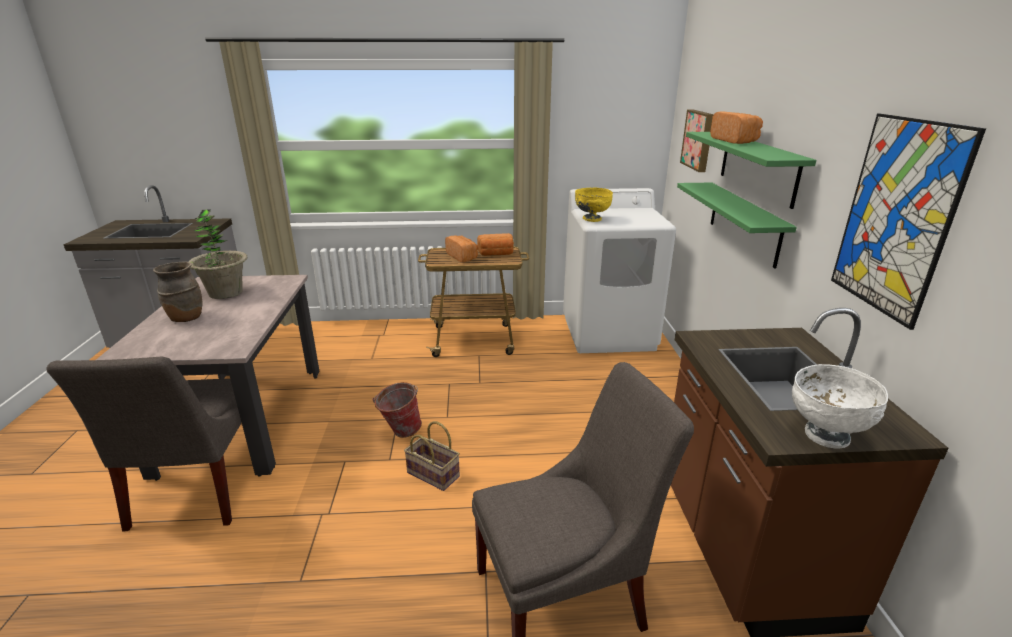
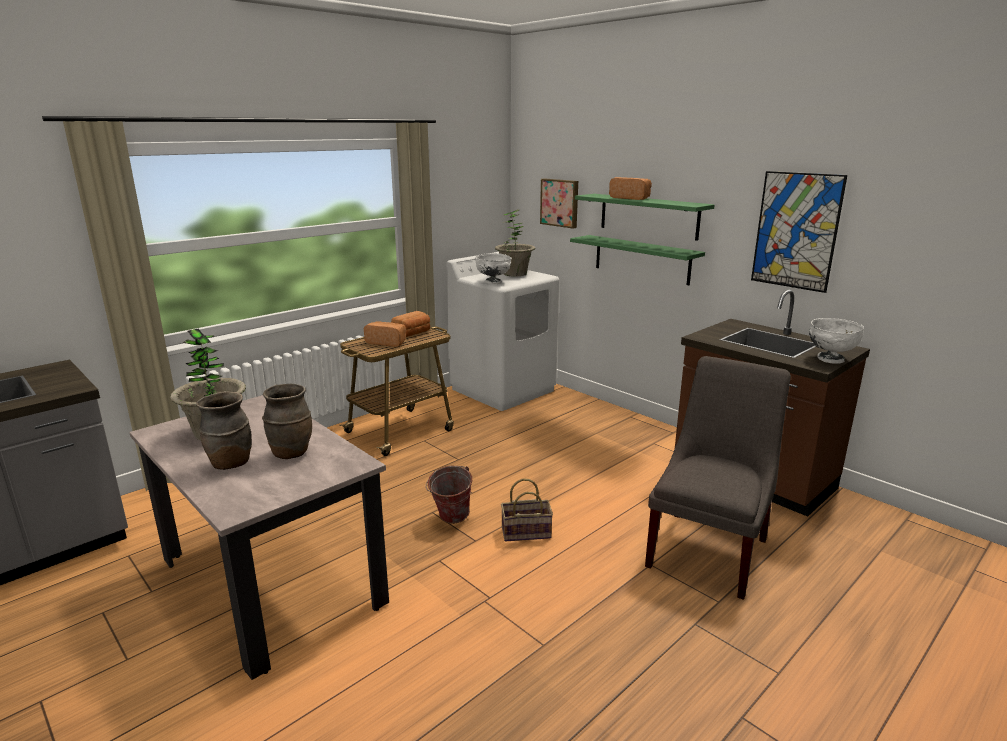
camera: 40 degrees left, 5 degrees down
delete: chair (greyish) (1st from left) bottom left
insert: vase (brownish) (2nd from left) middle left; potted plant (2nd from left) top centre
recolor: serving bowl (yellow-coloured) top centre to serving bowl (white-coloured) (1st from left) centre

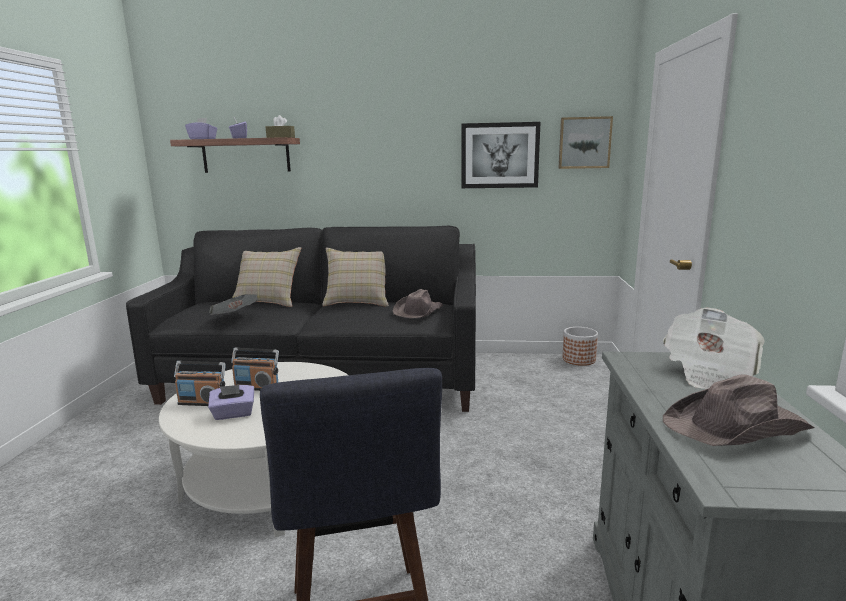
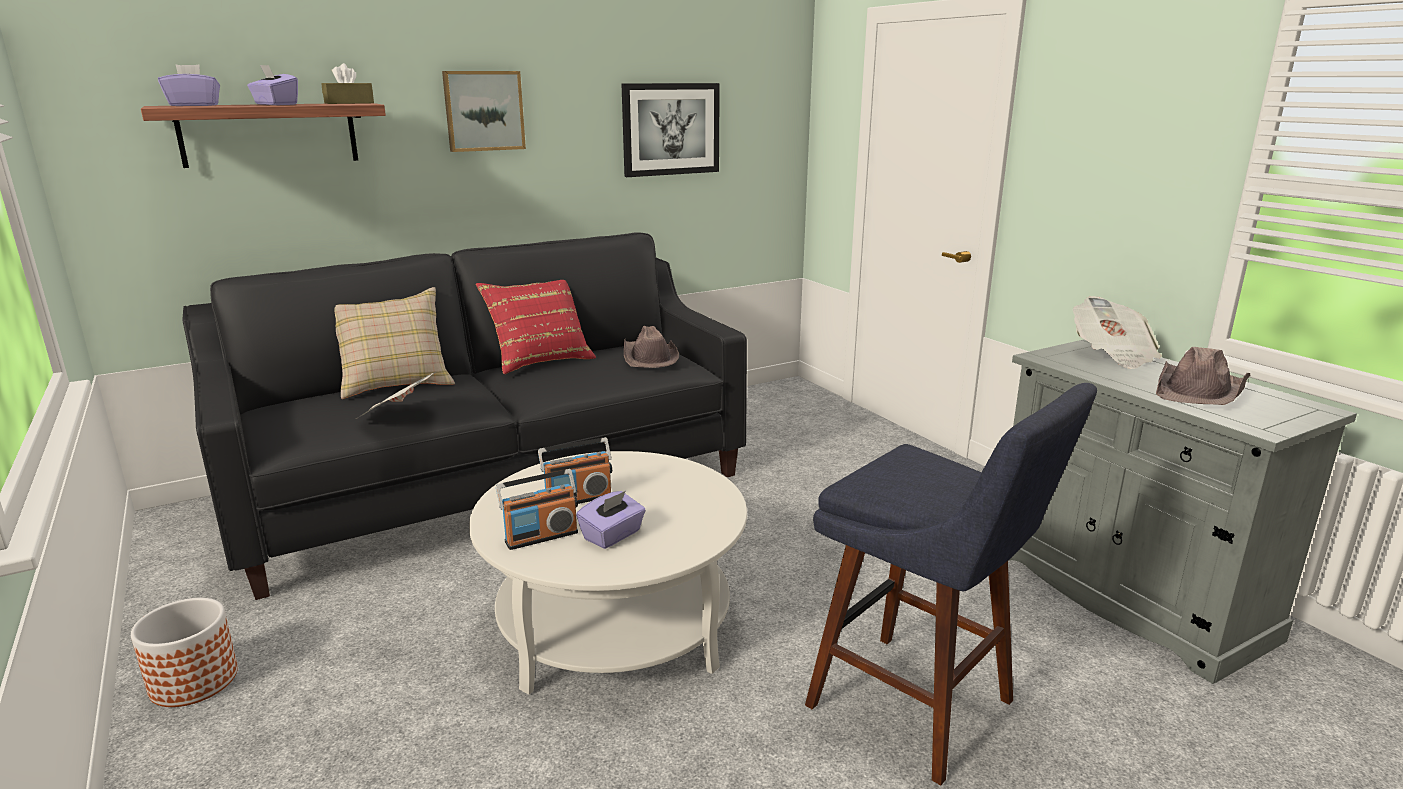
camera: 35 degrees left, 5 degrees up
move: flower pot middle right to bottom left; wall art (2nd from left in the first image) top right to wall art (1st from left) top centre
recolor: pillow (beige) (2nd from left) centre to pillow (red) centre

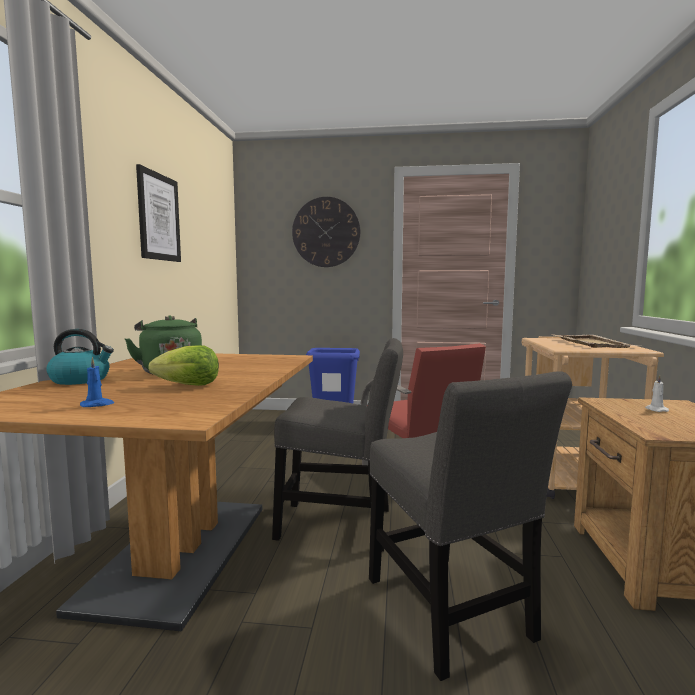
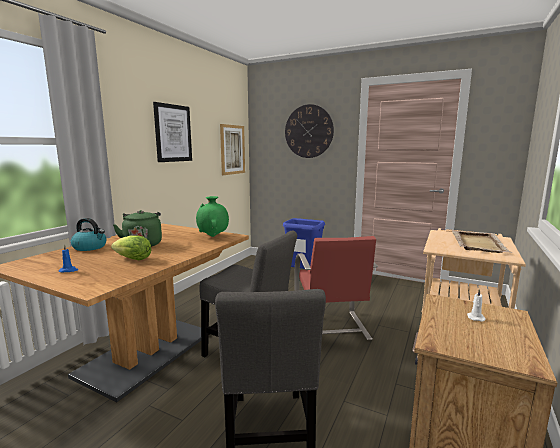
camera: 20 degrees right, 5 degrees up
insert: vase (green-coloured) centre; wall art (2nd from left) top centre

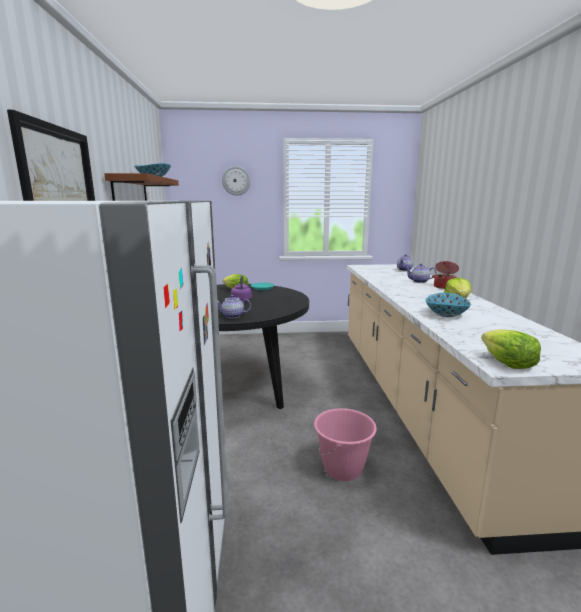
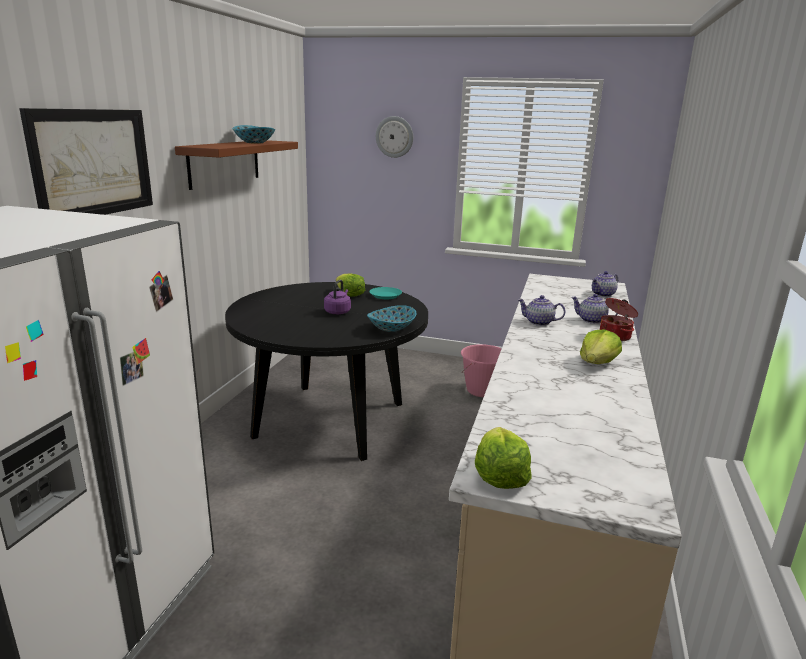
camera: 20 degrees right, 5 degrees up
move: serving bowl (2nd from left) middle right to centre; water bucket (pinkish) bottom centre to centre; tea pot (1st from left) centre to middle right

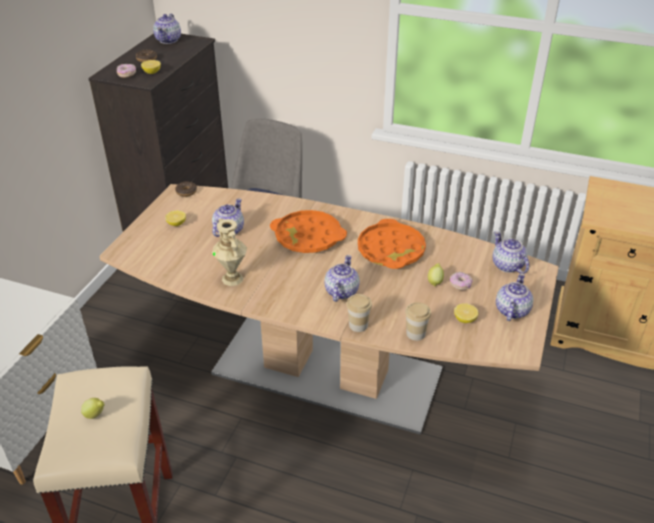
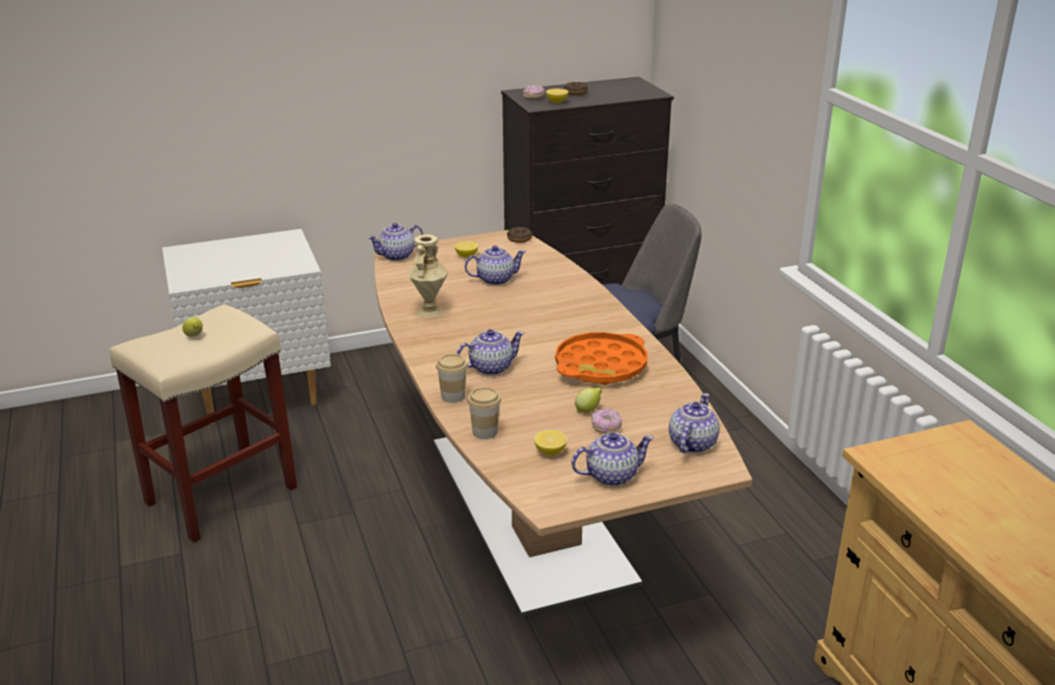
camera: 50 degrees right, 10 degrees down
delete: serving tray (orange) (1st from left) centre
move: tea pot (1st from left) top left to centre

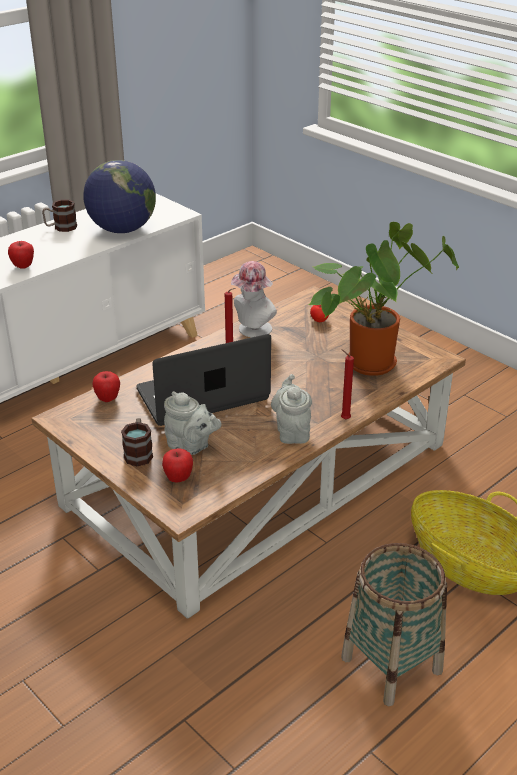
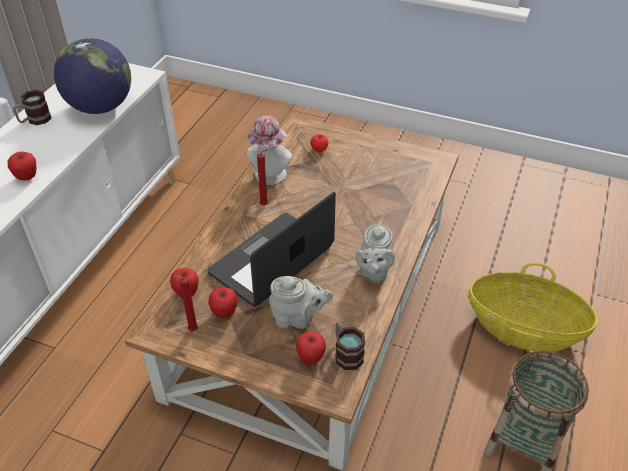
camera: 25 degrees left, 10 degrees up
delete: potted plant middle right
insert: apple (3rd from left) centre
move: wax candle (red) (2nd from left in the first image) middle right to wax candle (red) (1st from left) middle left; coffee mug (2nd from left) middle left to bottom centre
rotate: tea pot (greyish) (2nd from left) centre = centre 135 degrees counterclockwise

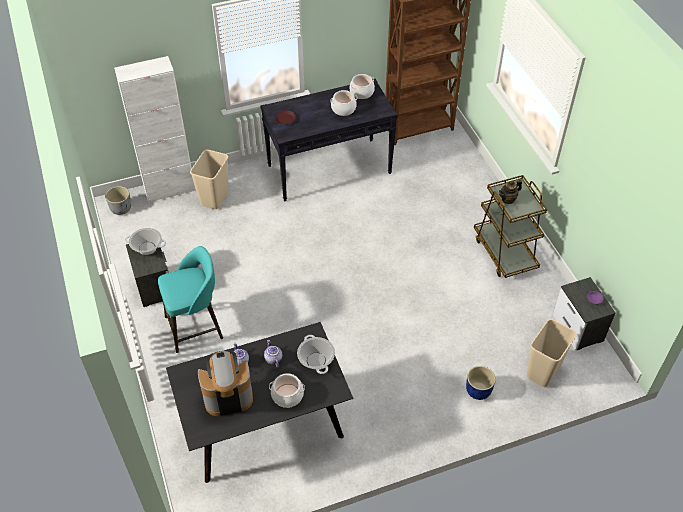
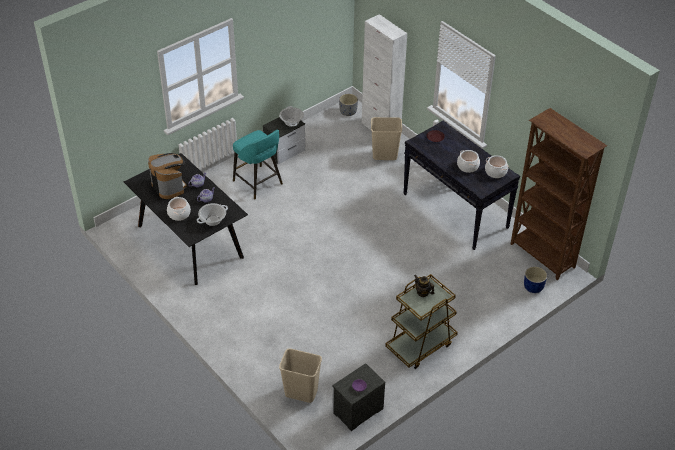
camera: 70 degrees right, 5 degrees down
move: flower pot (blue) bottom right to middle right

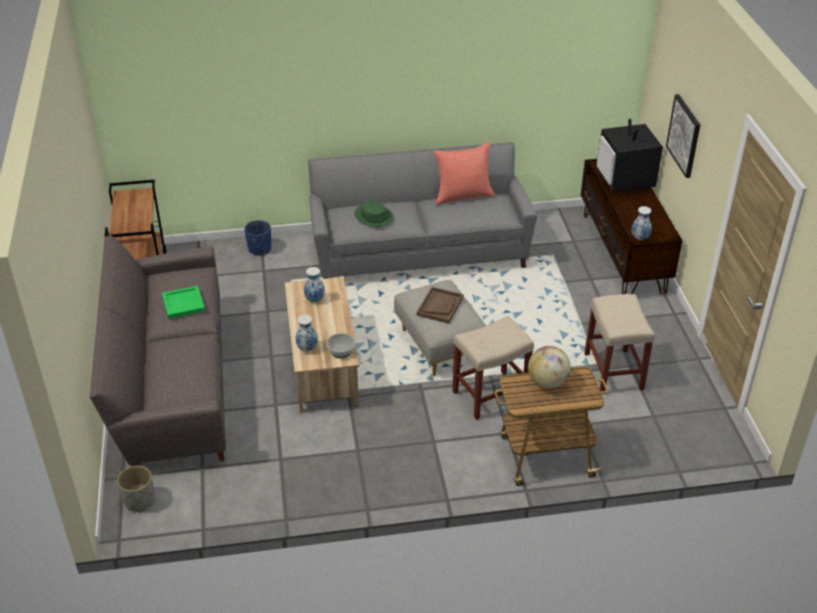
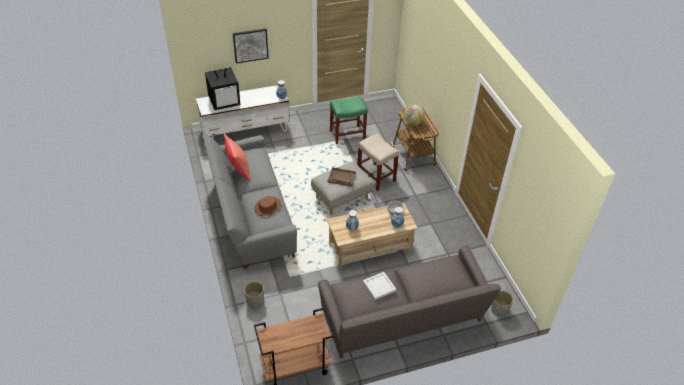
camera: 100 degrees left, 5 degrees up
recolor: media console (brownish) middle right to media console (white-coloured) top centre; flower pot (blue) middle left to flower pot (greyish) (1st from left) bottom centre; hat (green-coloured) centre to hat (brownish) centre; sitting stool (beige) (2nd from left) middle right to sitting stool (green-coloured) top centre; serving tray (green-coloured) middle left to serving tray (white-coloured) bottom centre

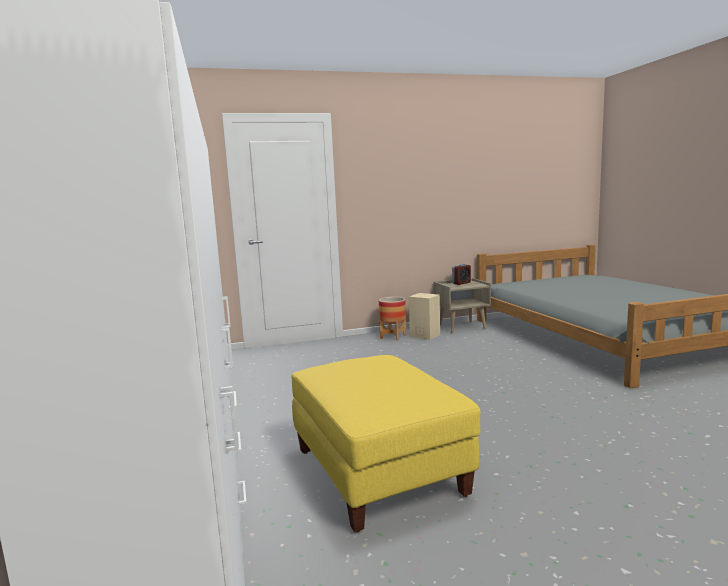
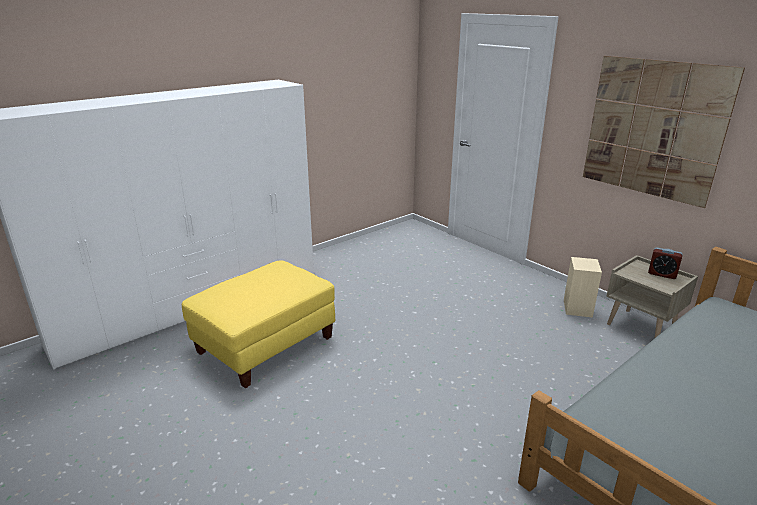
camera: 65 degrees right, 15 degrees up
delete: flower pot centre
insert: wall art top right

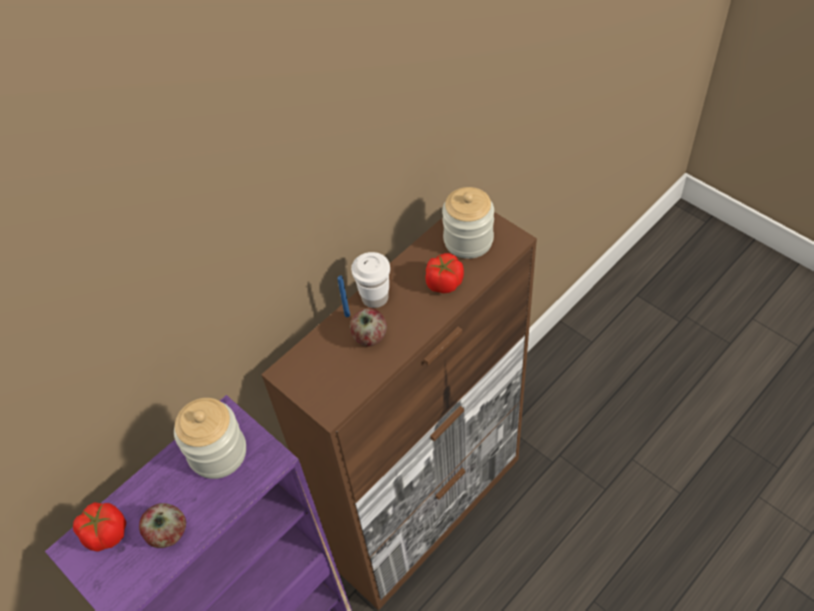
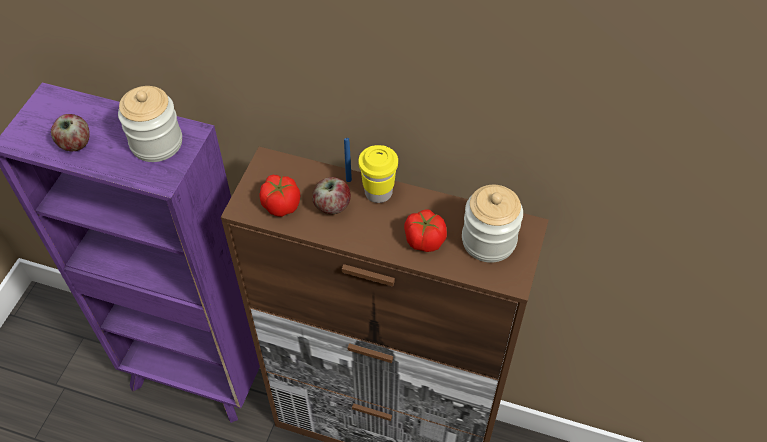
camera: 60 degrees right, 0 degrees up
move: tomato (1st from left) bottom left to centre
recolor: cup (white-coloured) centre to cup (yellow-coloured) centre

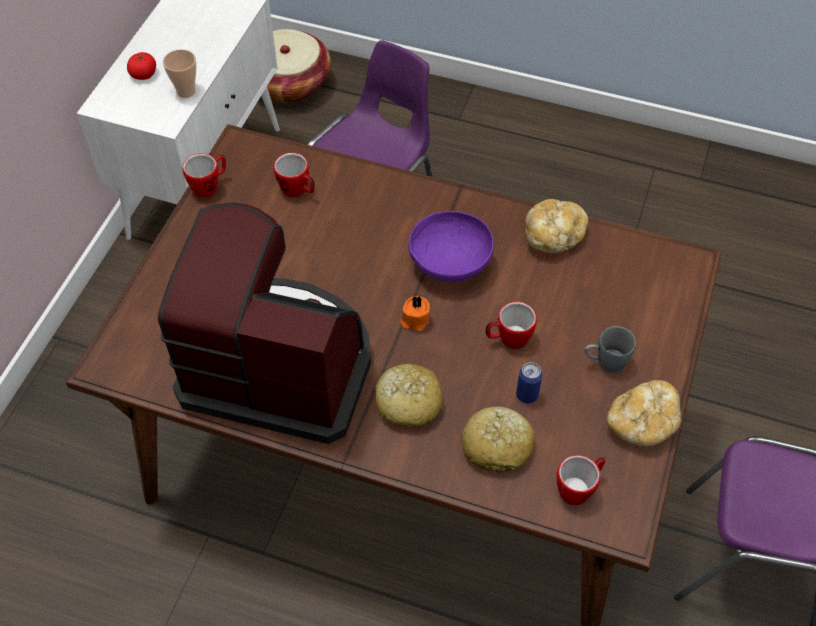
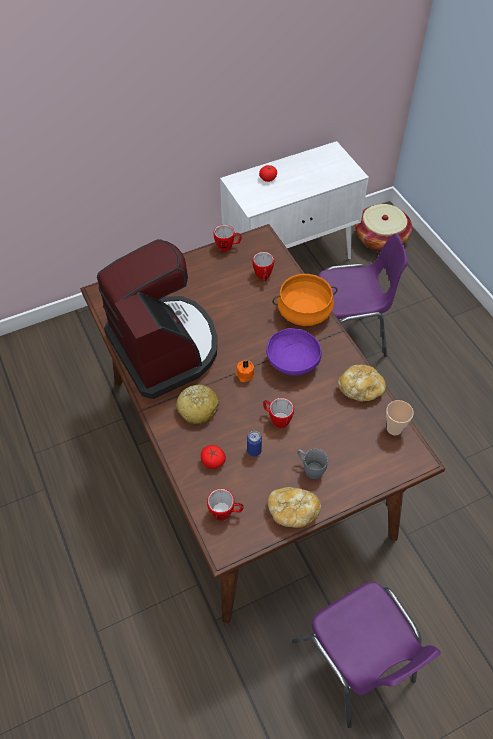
camera: 45 degrees right, 0 degrees up
insert: saucepot (orange) centre
move: cup top left to middle right
replace: baked bread (2nd from left) bottom centre to tomato (1st from left) centre

